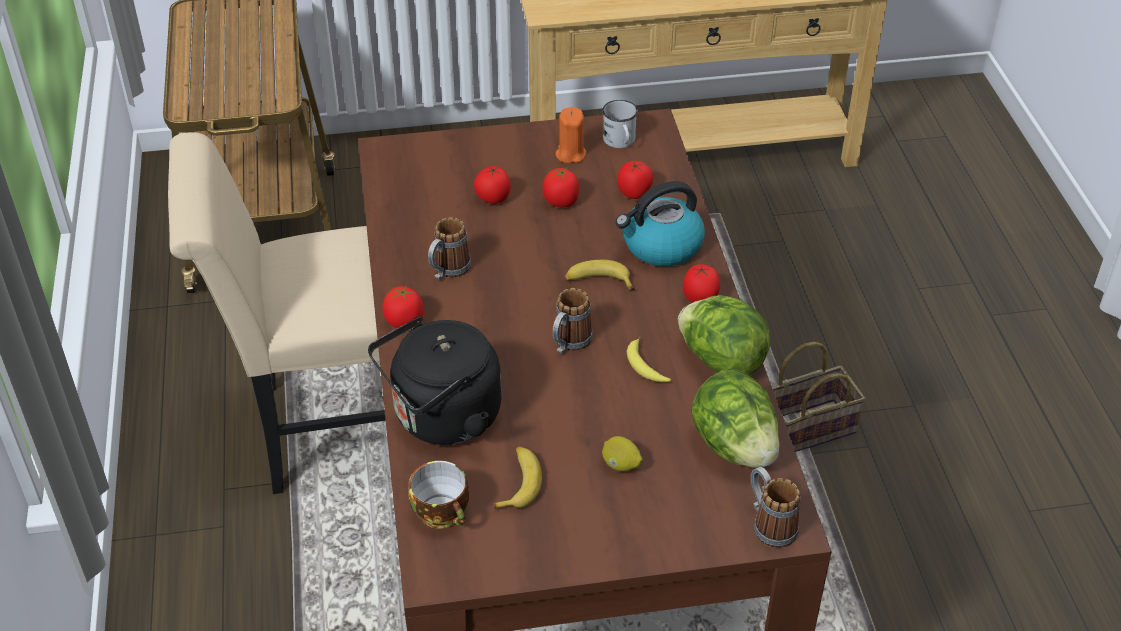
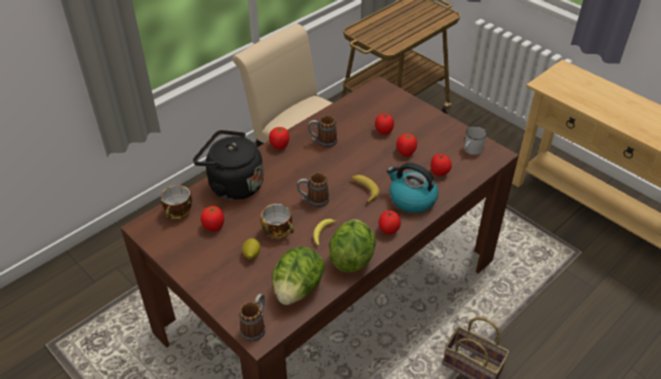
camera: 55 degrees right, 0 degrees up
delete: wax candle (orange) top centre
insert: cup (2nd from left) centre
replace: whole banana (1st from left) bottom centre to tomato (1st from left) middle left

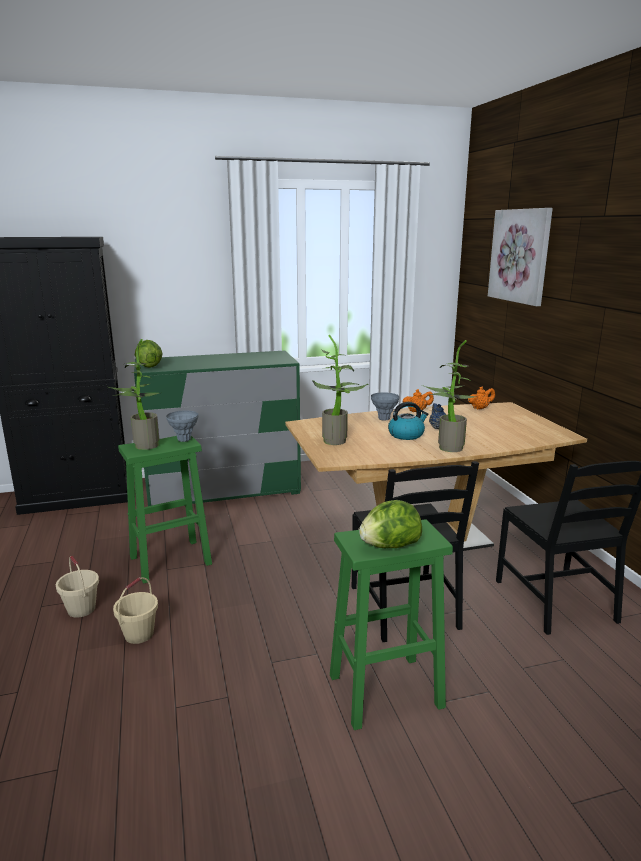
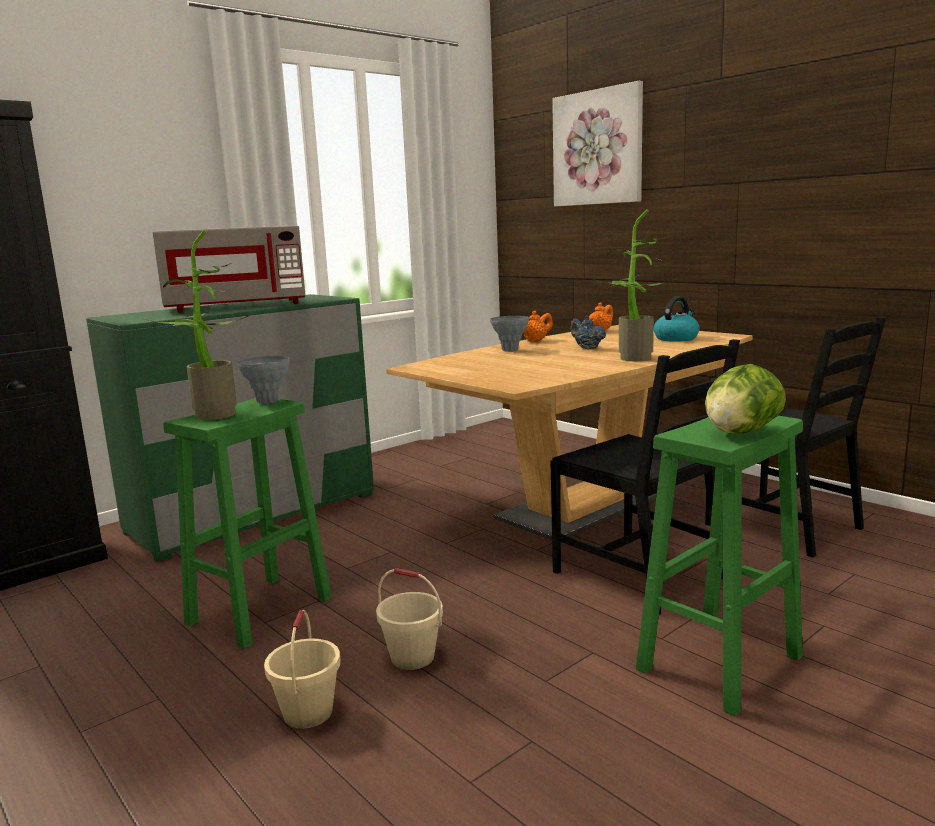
camera: 25 degrees left, 5 degrees down
delete: head of lettuce (1st from left) middle left; potted plant (2nd from left) centre
insert: microwave oven (greyish) top left
move: water bucket (beige) (1st from left in the first image) bottom left to water bucket (beige) (2nd from left) bottom centre; tea kettle centre to middle right

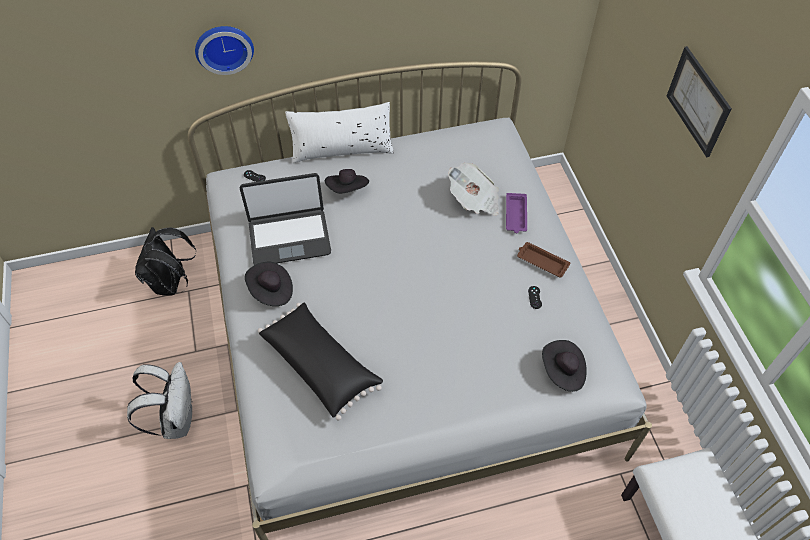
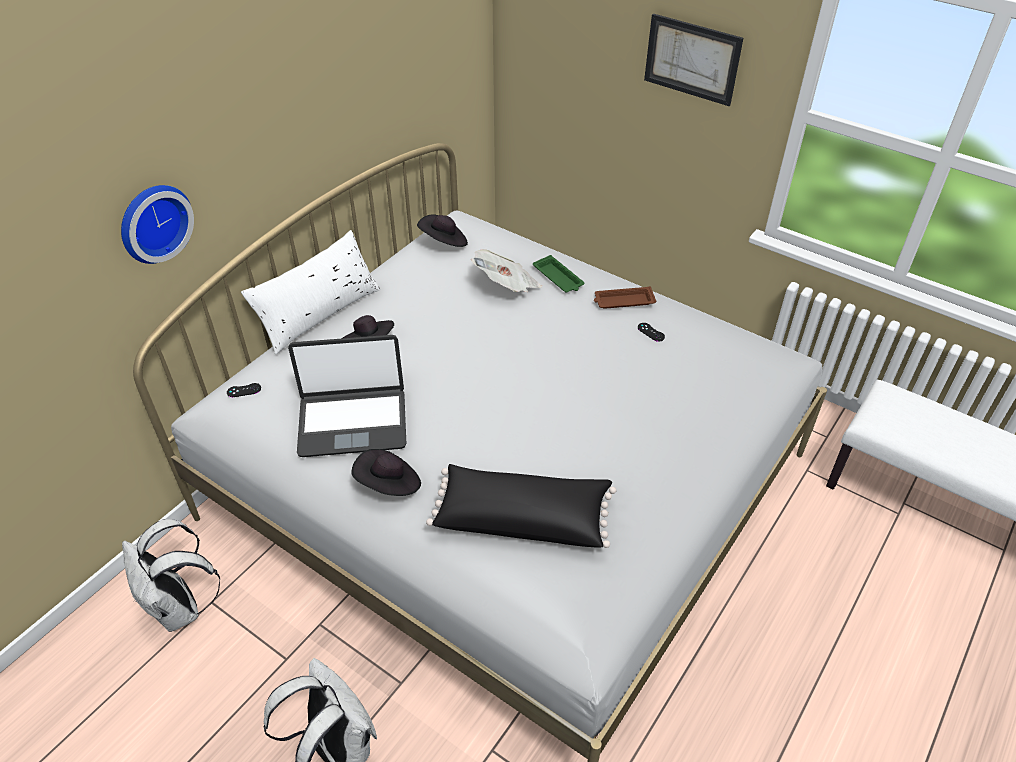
camera: 40 degrees left, 10 degrees down
move: hat (black) (3rd from left) bottom right to top centre
recolor: rucksack (black) middle left to rucksack (white-coloured) (1st from left) bottom left; serving tray (purple) centre to serving tray (green-coloured) centre
rotate: laptop centre = centre 45 degrees clockwise

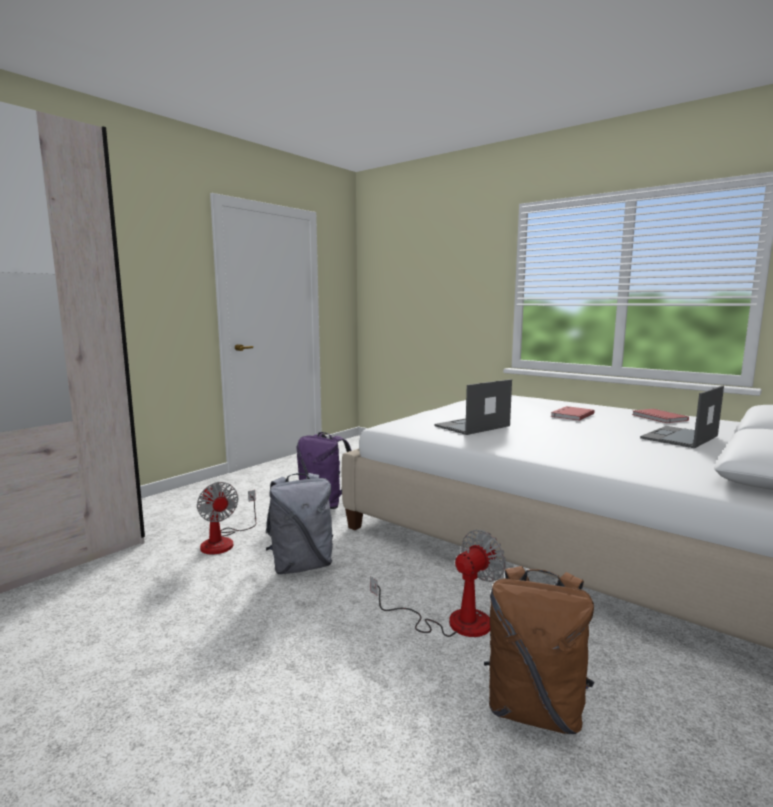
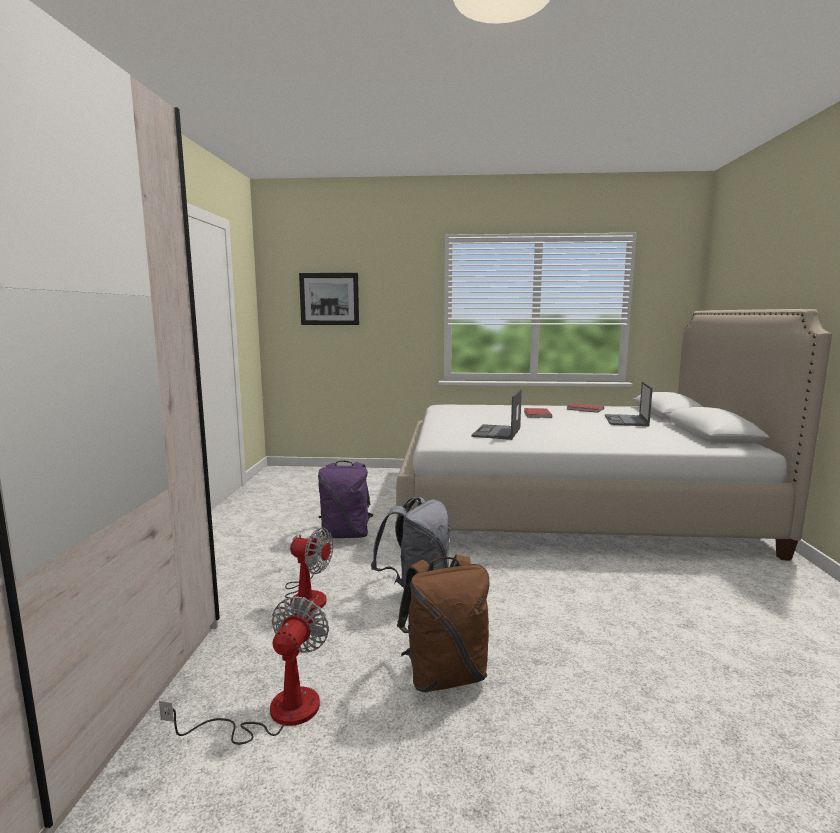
camera: 35 degrees left, 0 degrees up
insert: wall art centre
move: fan (2nd from left in the first image) bottom centre to fan (1st from left) bottom left; rucksack (brownish) bottom right to bottom centre

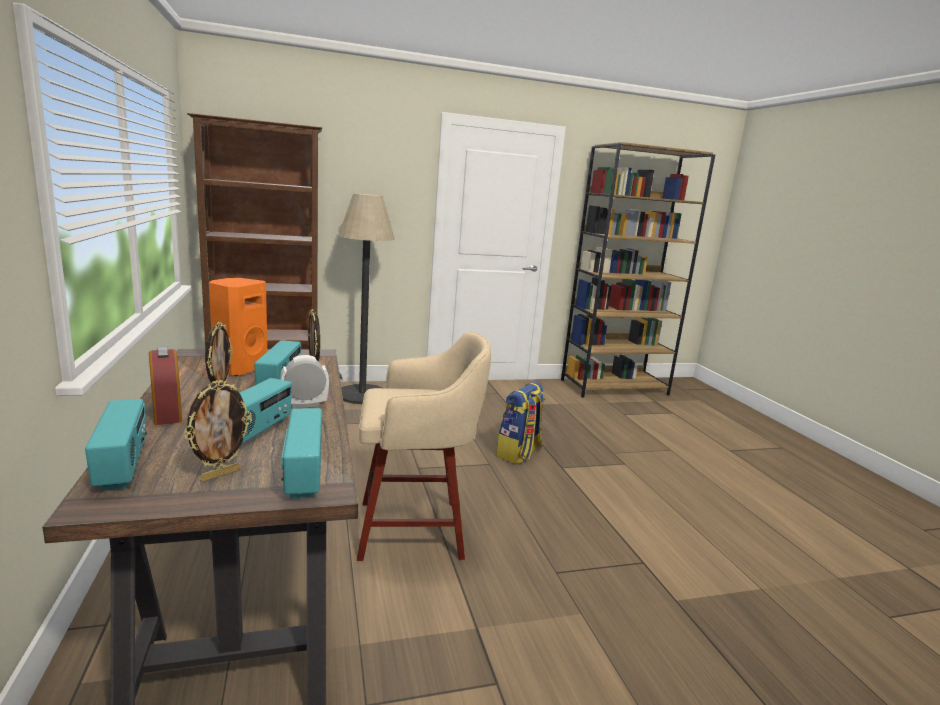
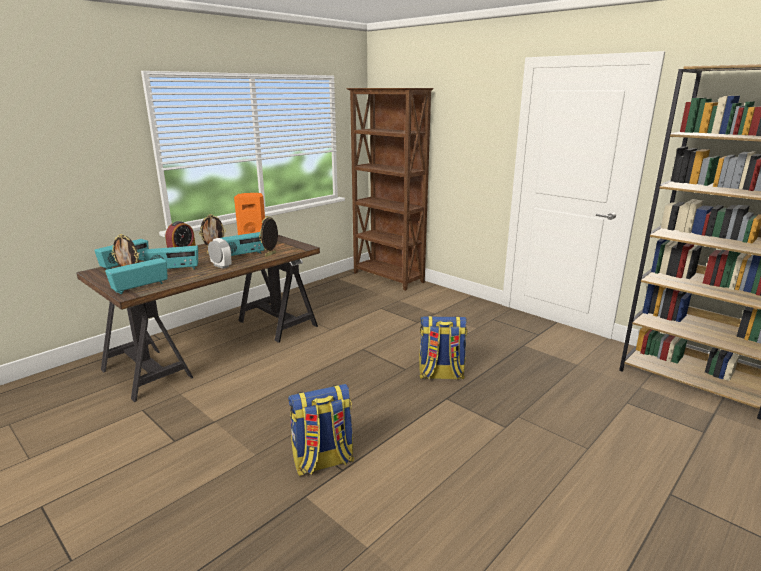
camera: 60 degrees right, 5 degrees up
delete: standard lamp centre; sitting stool (beige) centre
insert: rucksack (1st from left) bottom centre

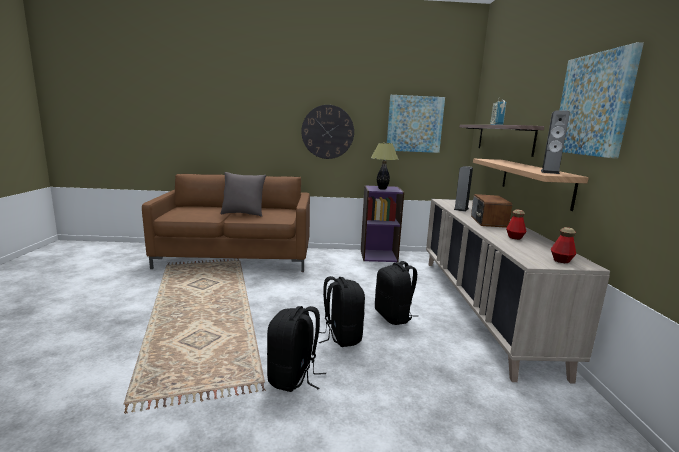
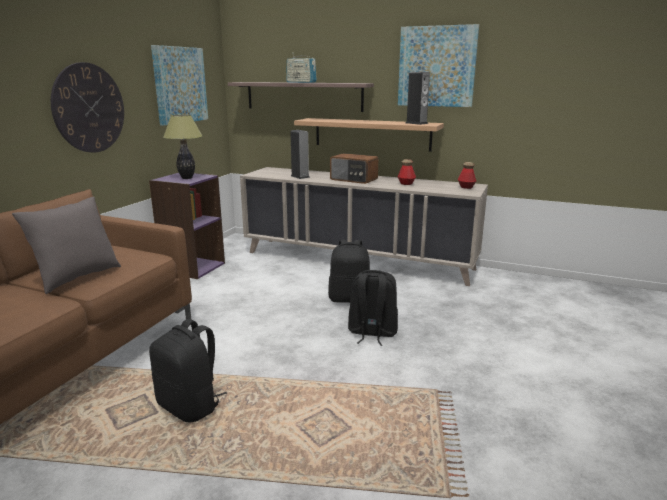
camera: 65 degrees left, 5 degrees up
move: rucksack (black) (1st from left) bottom centre to bottom left

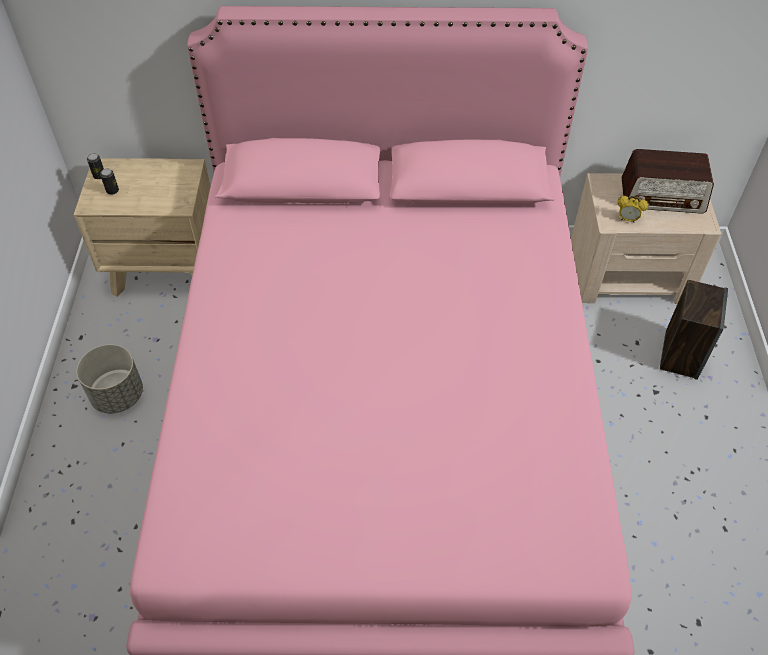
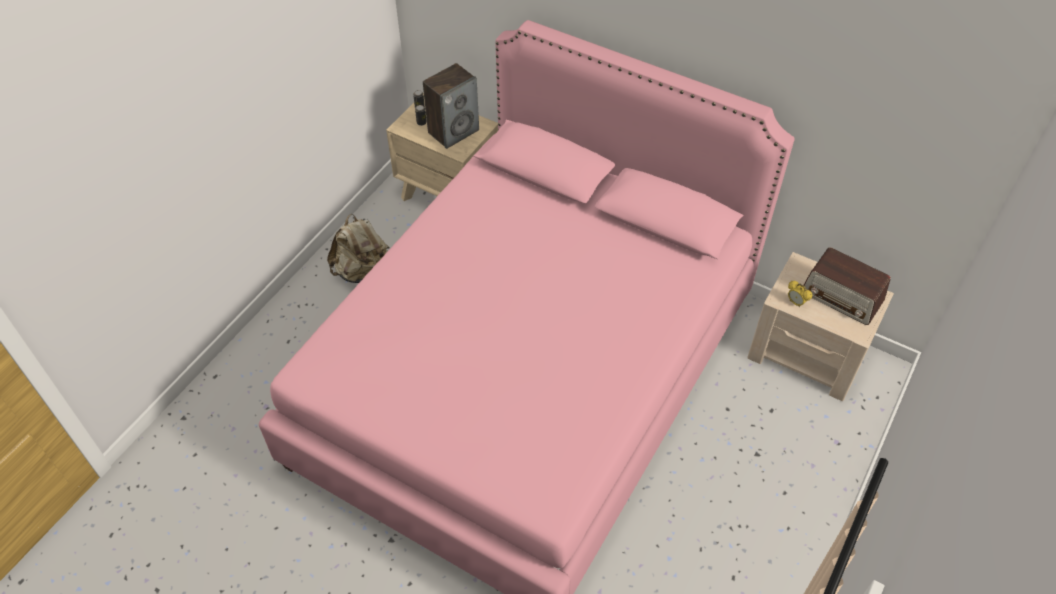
camera: 30 degrees right, 0 degrees up
move: speaker middle right to top centre
replace: flower pot (greyish) middle left to rucksack (beige) centre

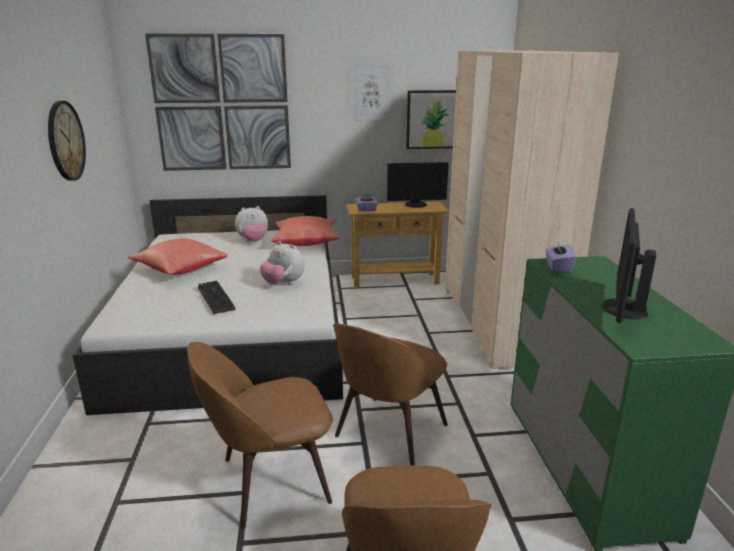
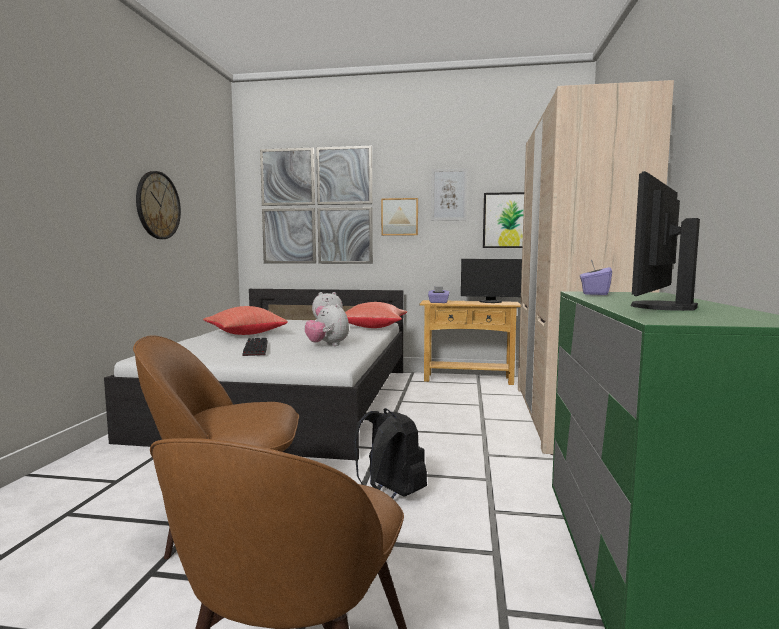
camera: 15 degrees right, 15 degrees down
insert: wall art (2nd from left) centre
replace: chair (brownish) (2nd from left) bottom centre to rucksack (black) bottom centre

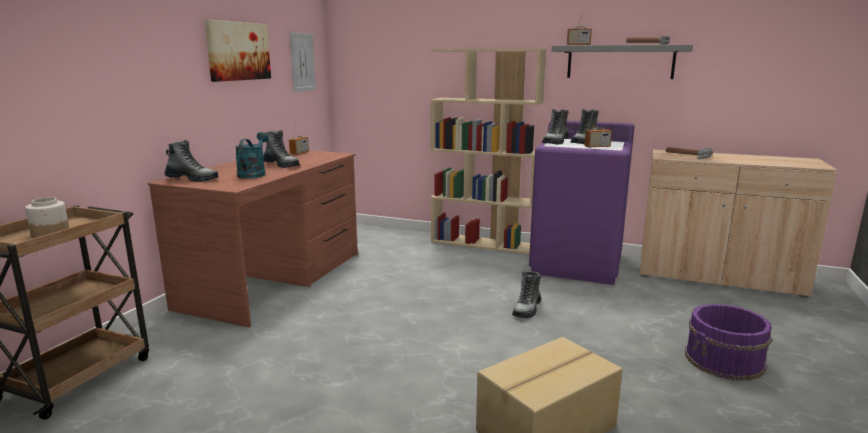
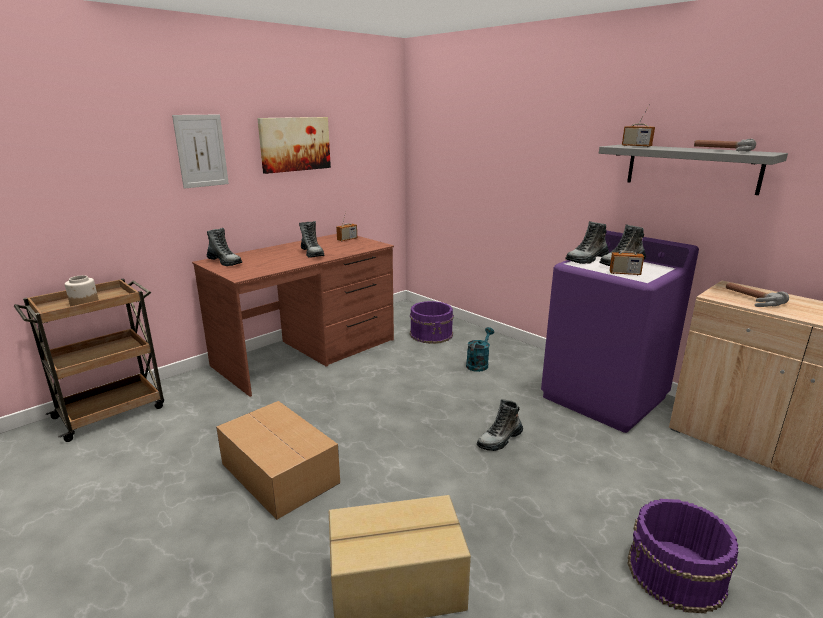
camera: 25 degrees right, 5 degrees up
delete: shelving unit (beige) centre
insert: cardboard box (1st from left) bottom centre; water bucket (purple) (1st from left) centre
move: wall art (2nd from left in the first image) top centre to wall art (1st from left) top left; watering pot (turquoise-coloured) middle left to centre

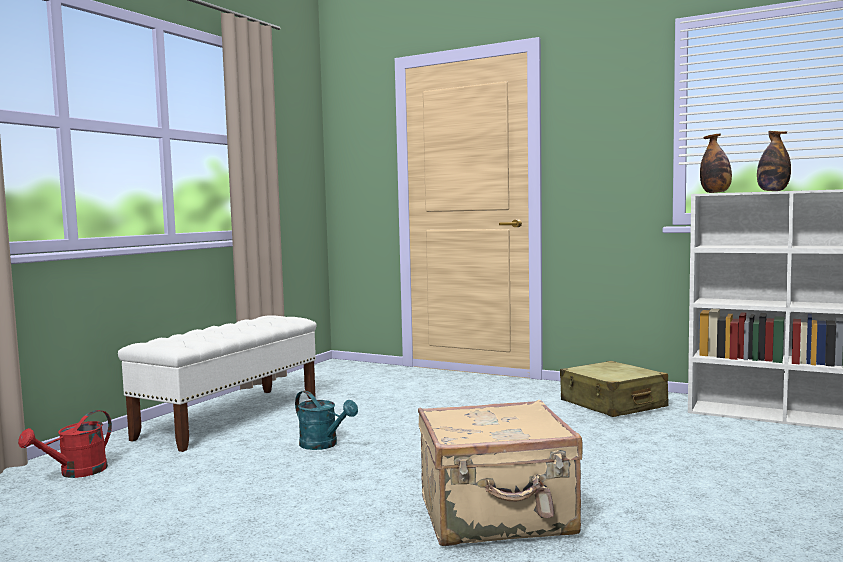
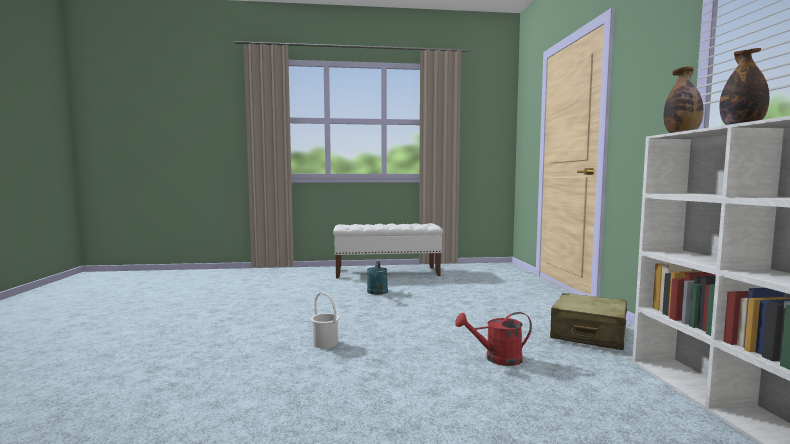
camera: 55 degrees right, 0 degrees up
move: watering pot (red) bottom left to bottom centre
replace: suitcase (beige) (1st from left) bottom centre to water bucket (white-coloured) bottom centre

